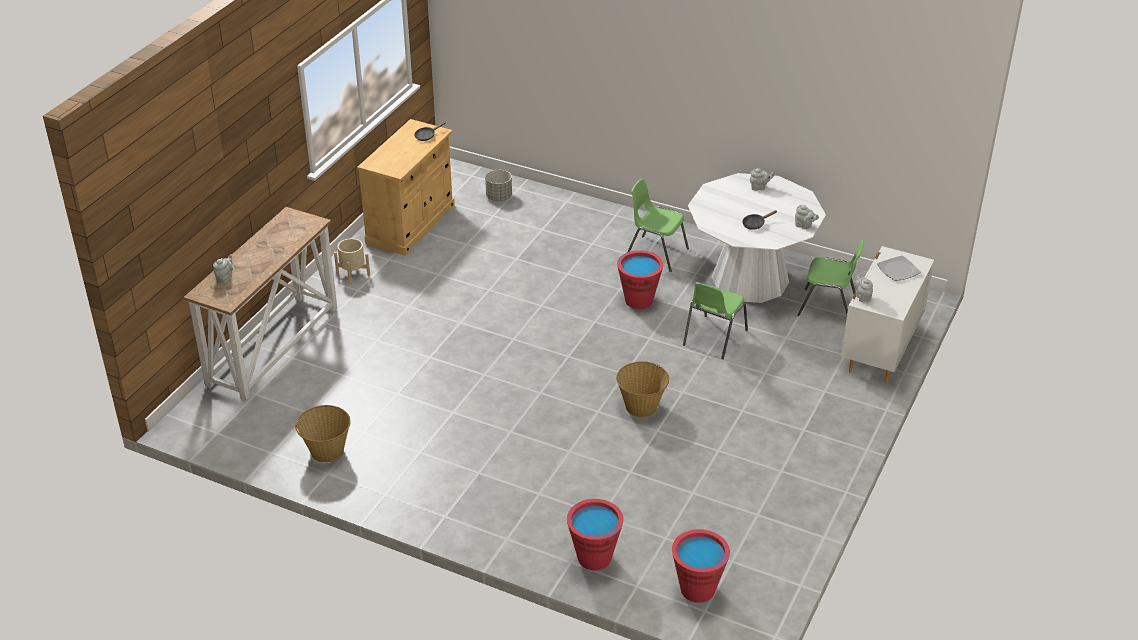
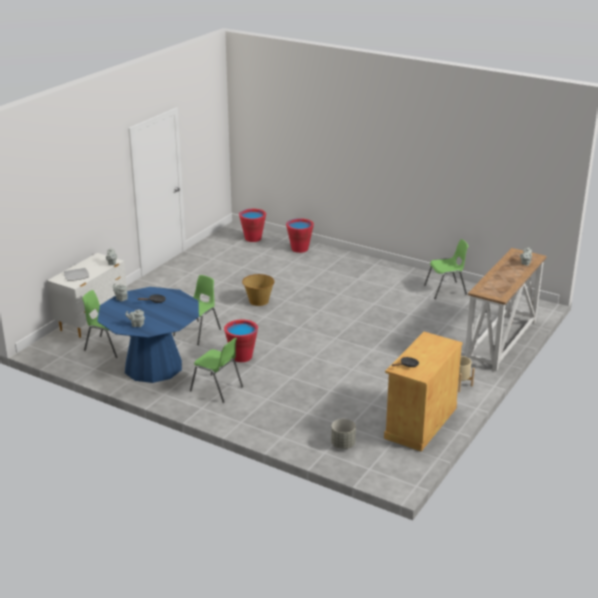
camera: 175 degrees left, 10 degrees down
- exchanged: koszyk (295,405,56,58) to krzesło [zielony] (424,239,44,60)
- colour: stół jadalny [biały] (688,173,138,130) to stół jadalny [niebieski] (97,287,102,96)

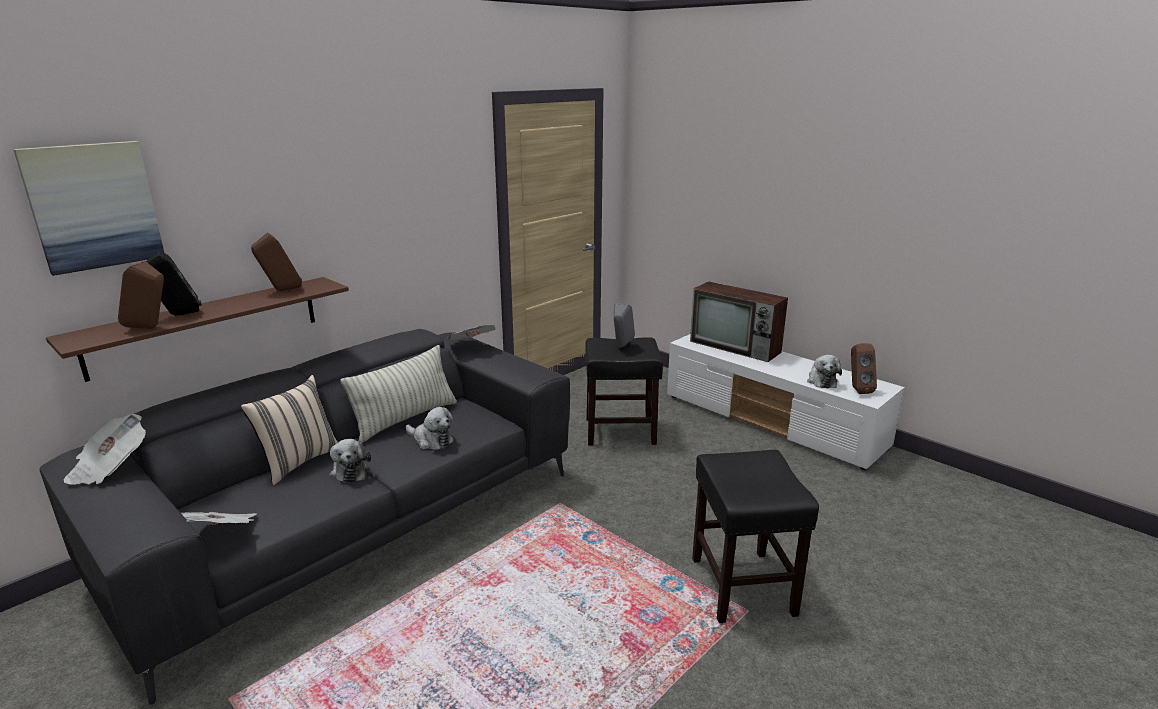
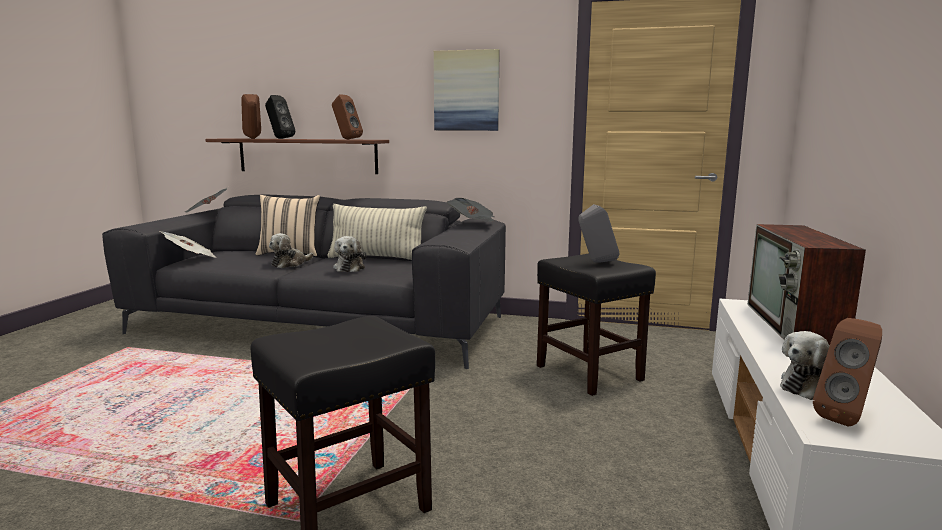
camera: 60 degrees right, 10 degrees down
- relocated: obraz (13,141,151,135) to (434,49,66,82)

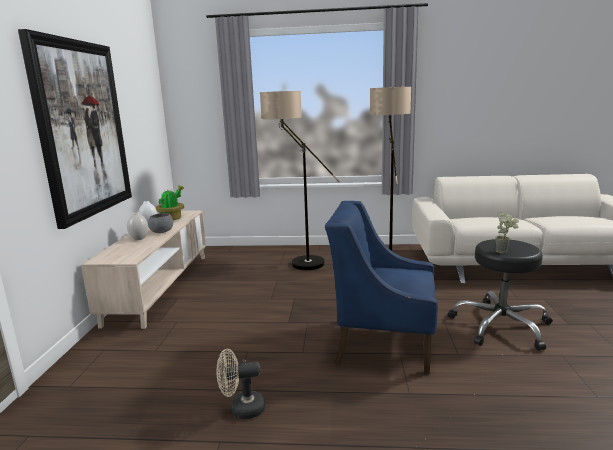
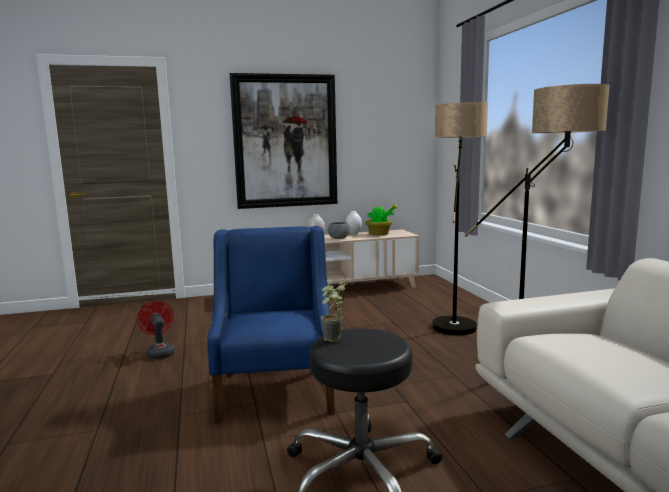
camera: 70 degrees right, 5 degrees down
- colour: wentylator [beżowy] (216,349,49,70) to wentylator [czerwony] (137,301,38,58)

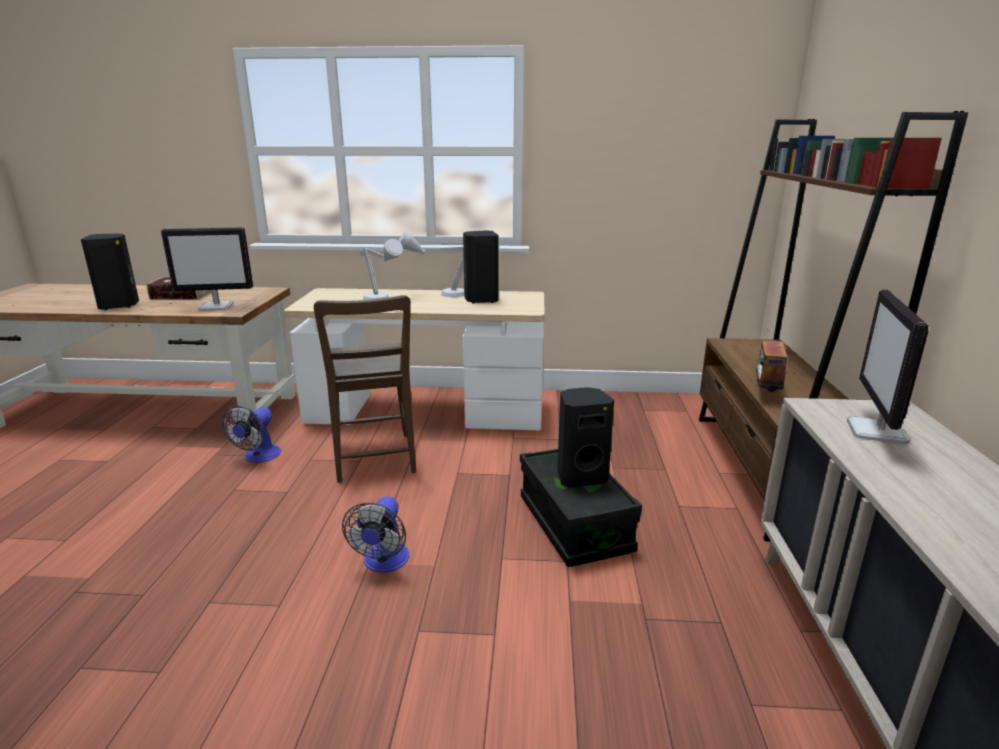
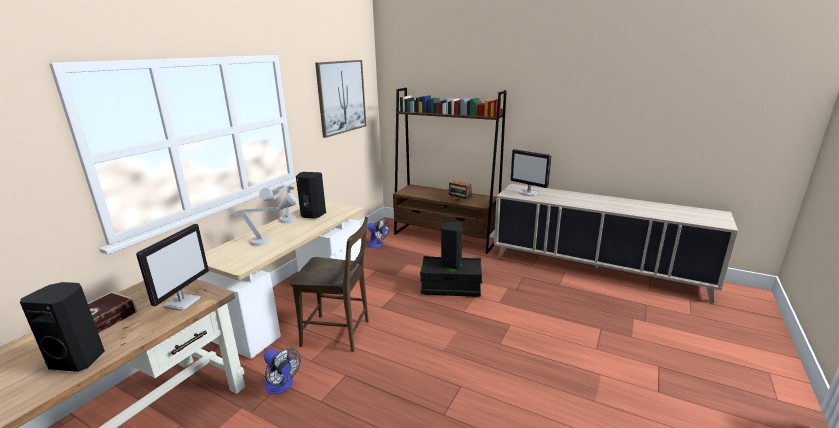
camera: 65 degrees left, 0 degrees up
- relocated: wentylator (342,496,67,77) to (367,219,22,29)
- appeared: obraz (315,60,51,78)

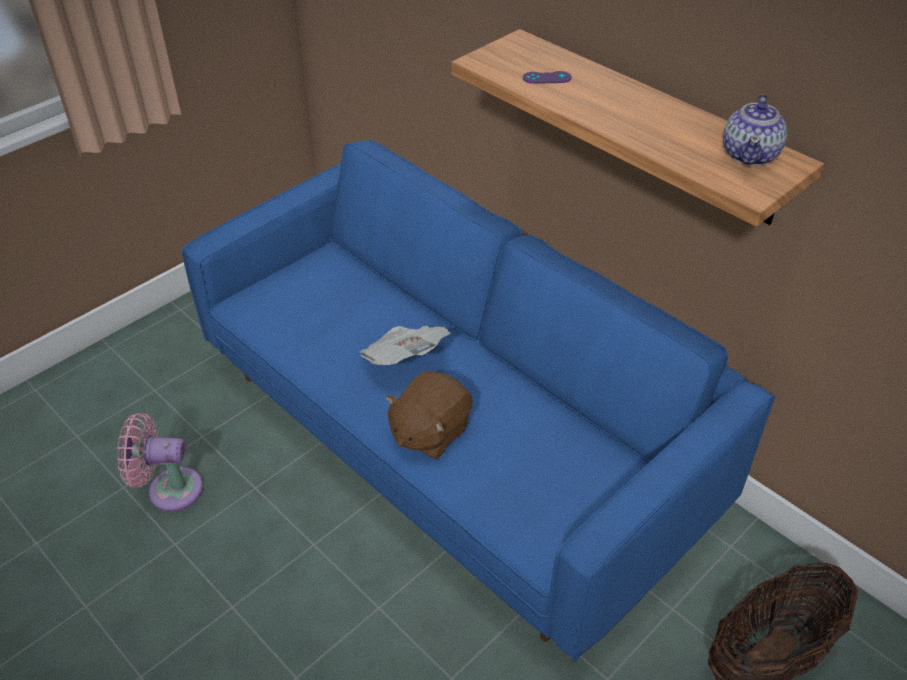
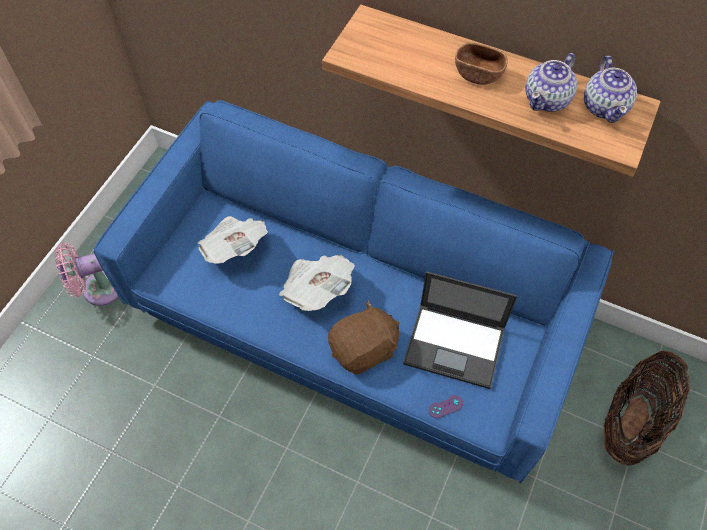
camera: 20 degrees left, 15 degrees up
- relocated: wentylator [różowy] (117,413,86,99) to (55,243,63,63)
- spun: pluszak [brązowy] (385,371,88,88) = (328,300,71,74) 135 degrees counterclockwise
- relocated: pad do gier [fioletowy] (523,71,48,13) to (429,395,34,23)
- appeared: gazeta (197,216,71,48)
- appeared: laptop (403,271,114,118)
- appeared: miska [brązowy] (455,42,53,43)
- appeared: imbryk (525,53,52,59)

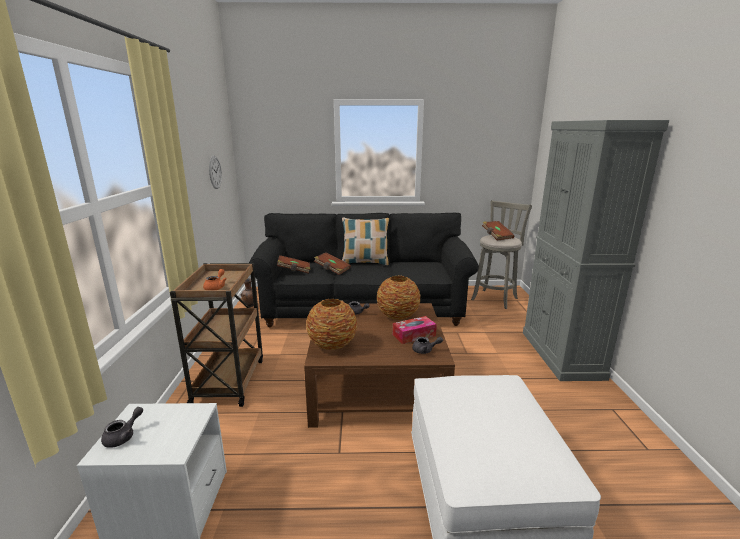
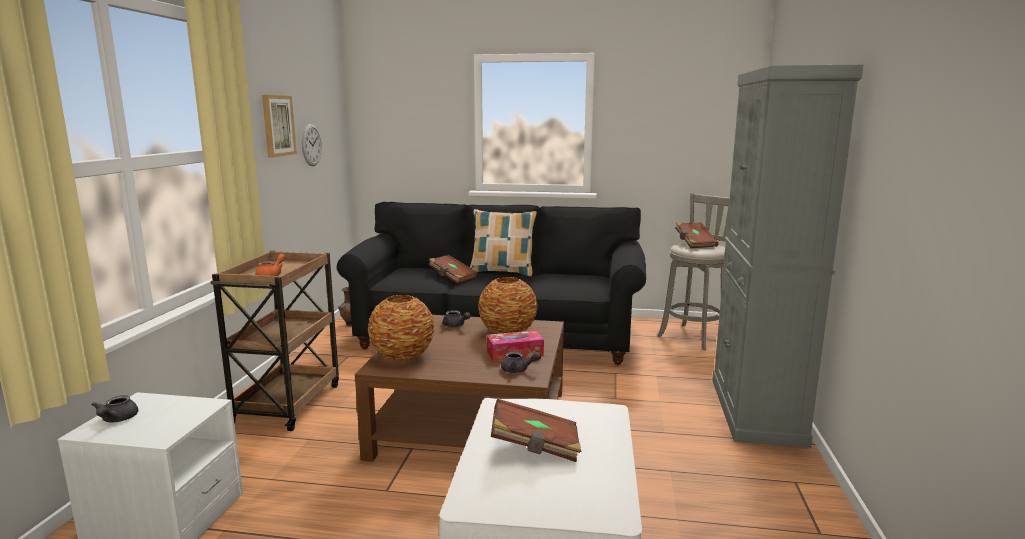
camera: 10 degrees right, 5 degrees down
- spun: imbryk [szary] (101,407,42,41) = (91,395,47,27) 135 degrees clockwise
- relocated: książka [brązowy] (277,255,33,19) to (491,399,90,63)
- appeared: obraz (262,95,35,62)

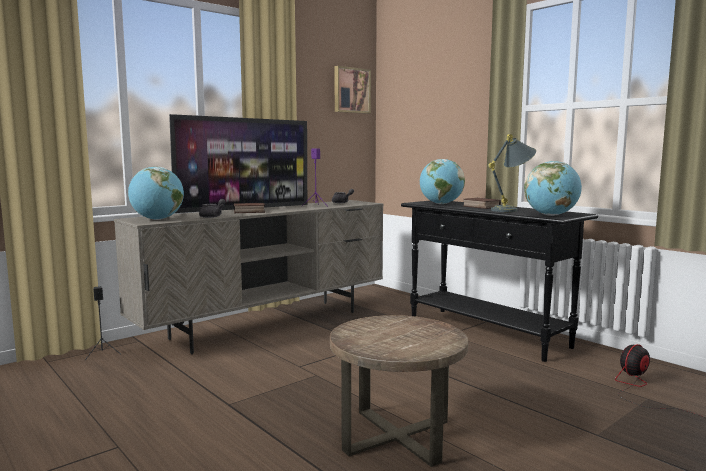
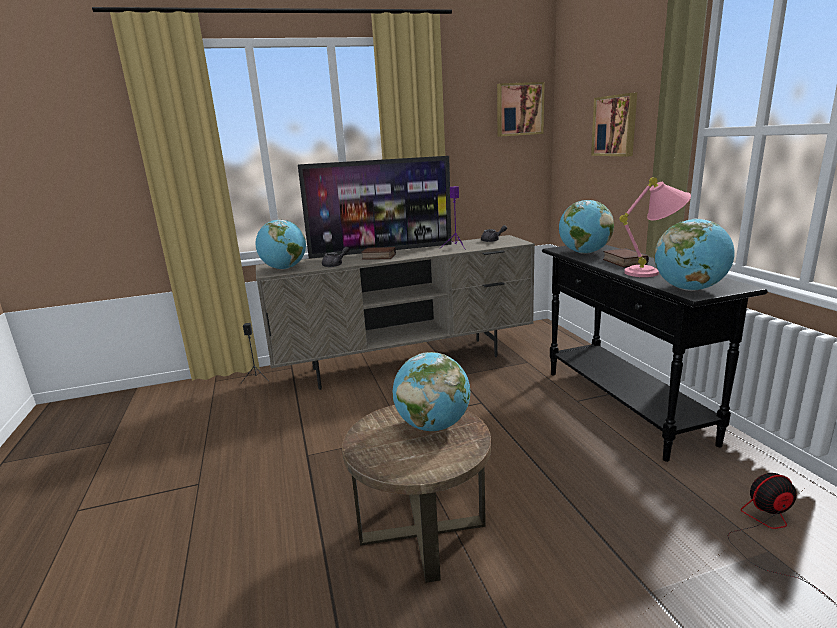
camera: 25 degrees right, 10 degrees up
- colour: lampa stołowa [szary] (489,134,47,78) to lampa stołowa [różowy] (619,177,72,100)
- appeared: globus (393,352,78,79)
- appeared: obraz (591,93,46,64)

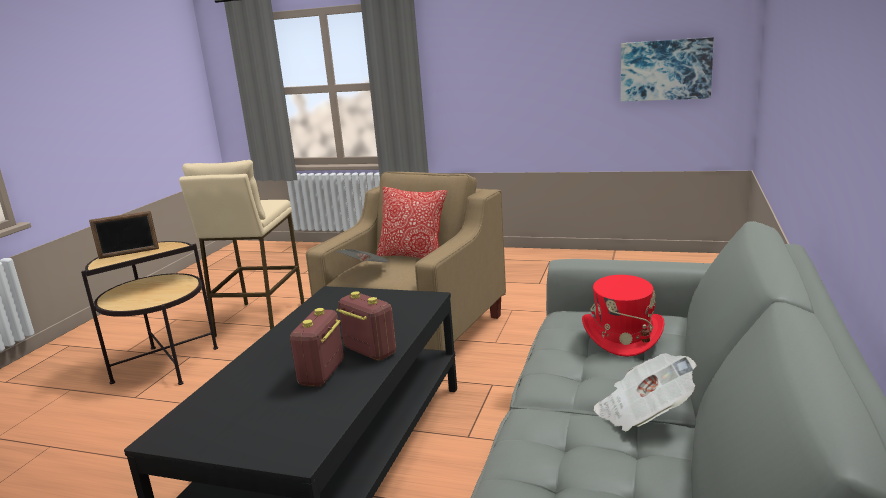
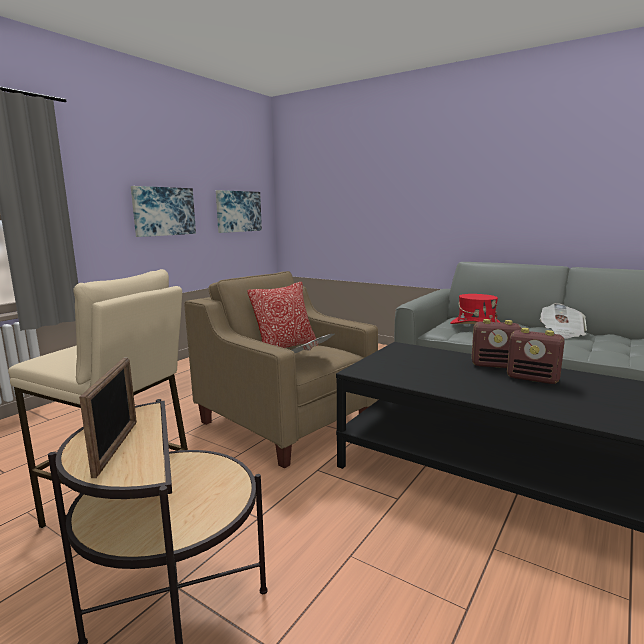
camera: 75 degrees left, 5 degrees down
- spun: radio (336,291,60,70) = (472,319,49,49) 135 degrees counterclockwise
- appeared: obraz (131,186,65,51)

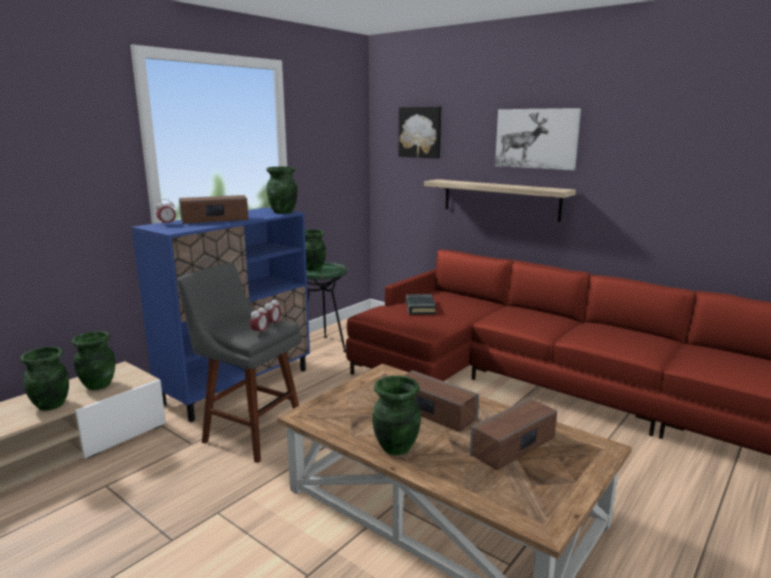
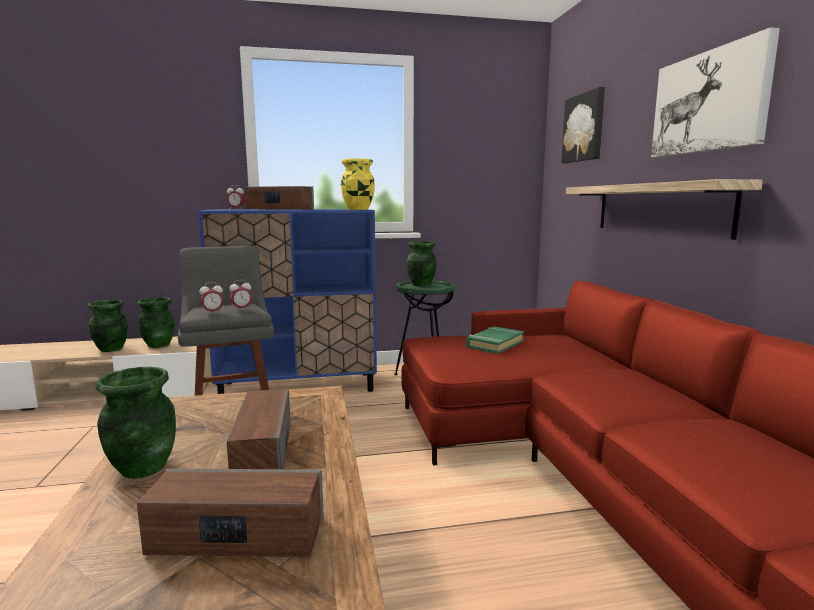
camera: 40 degrees right, 5 degrees down
- colour: wazon [zielony] (266,167,32,47) to wazon [żółty] (341,158,34,52)
- colour: książka [czarny] (406,294,30,21) to książka [zielony] (466,326,58,28)

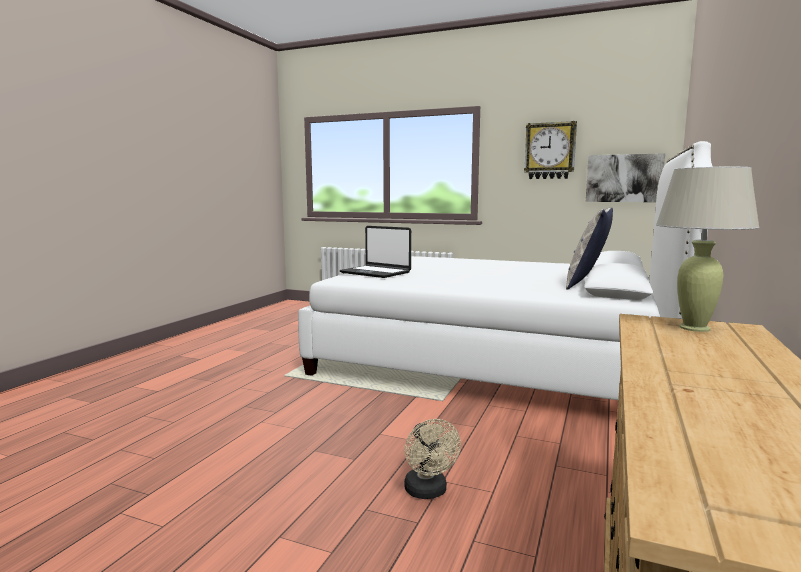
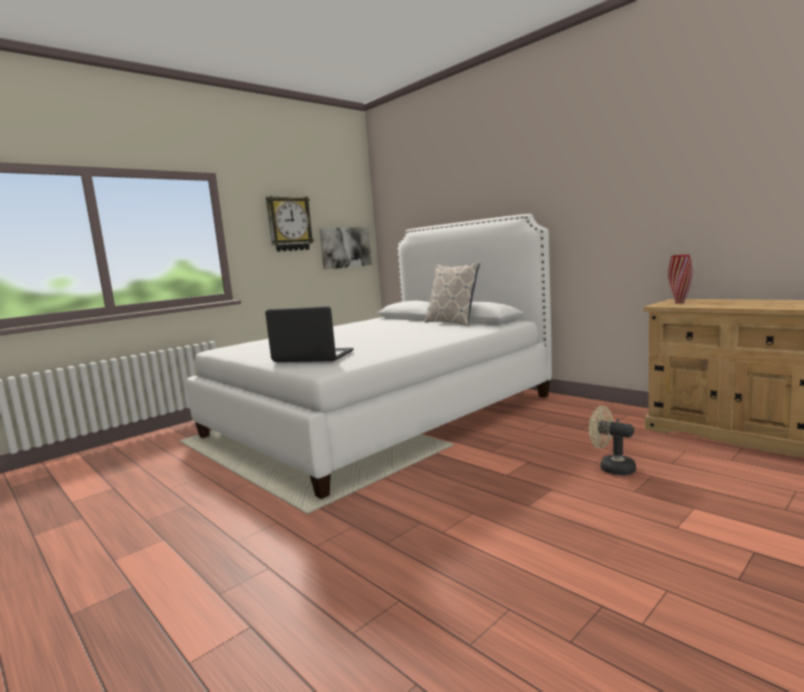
camera: 65 degrees left, 0 degrees up
- spun: laptop (340,226,71,52) = (265,306,89,56) 135 degrees counterclockwise
- spun: wentylator [beżowy] (404,419,57,80) = (589,406,47,70) 150 degrees counterclockwise
- exchanged: lampa stołowa [beżowy] (656,167,104,165) to wazon [czerwony] (668,254,25,49)

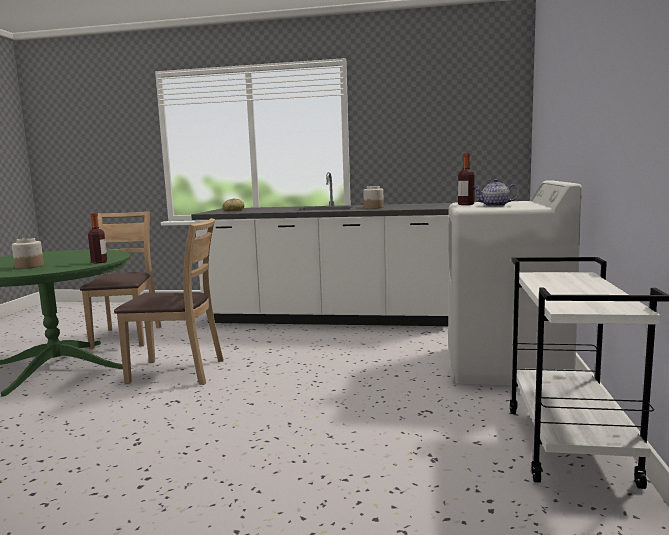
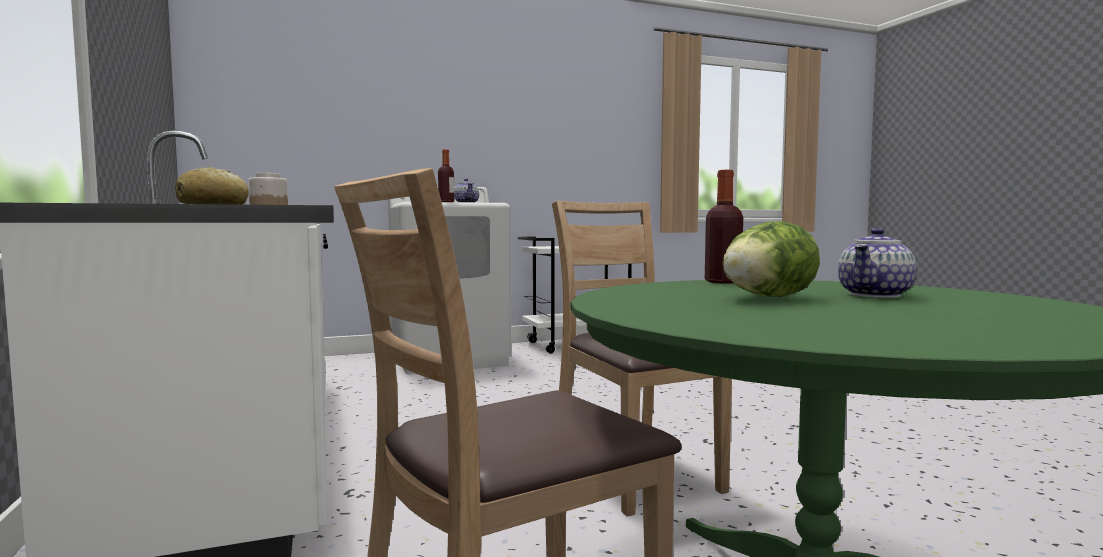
camera: 120 degrees left, 5 degrees down
- exchanged: słoik (12,238,32,31) to imbryk (838,228,78,70)
- appeared: sałata (723,221,97,76)

